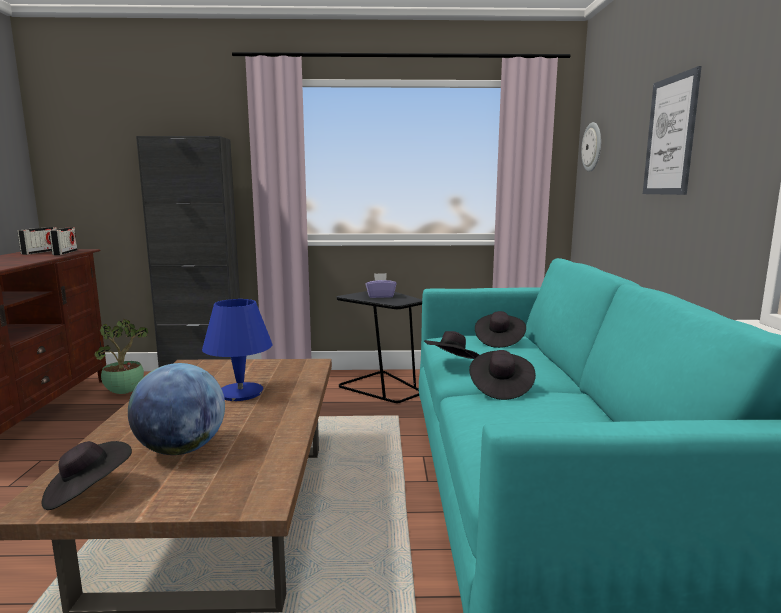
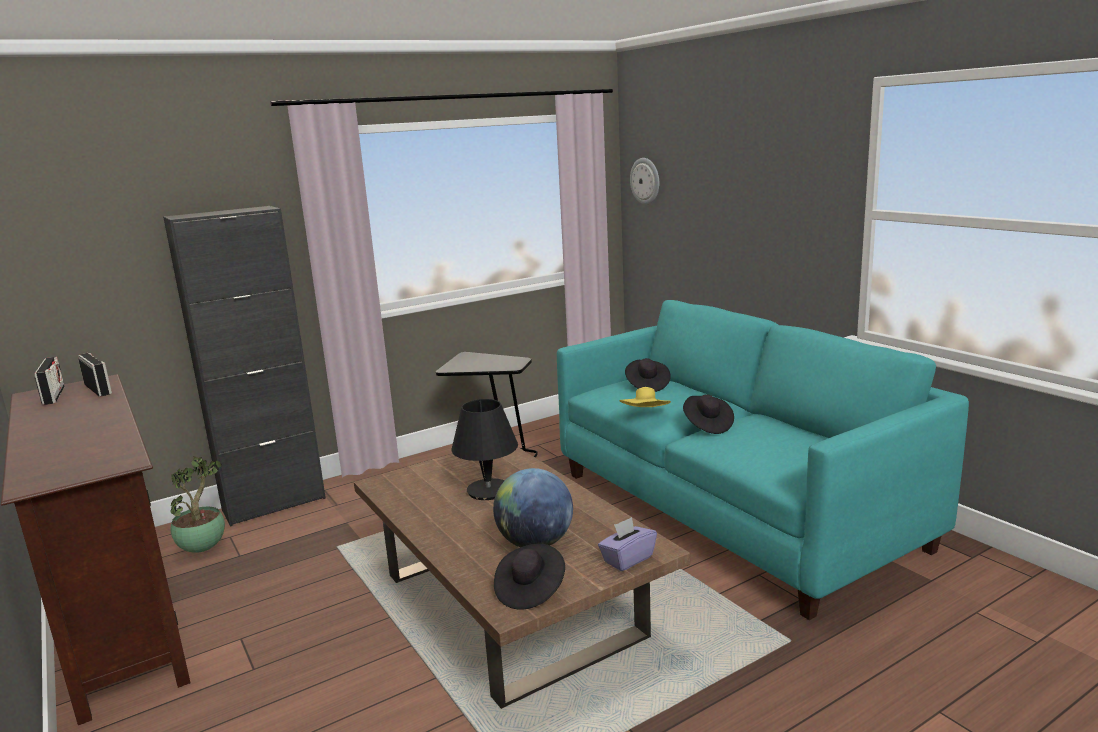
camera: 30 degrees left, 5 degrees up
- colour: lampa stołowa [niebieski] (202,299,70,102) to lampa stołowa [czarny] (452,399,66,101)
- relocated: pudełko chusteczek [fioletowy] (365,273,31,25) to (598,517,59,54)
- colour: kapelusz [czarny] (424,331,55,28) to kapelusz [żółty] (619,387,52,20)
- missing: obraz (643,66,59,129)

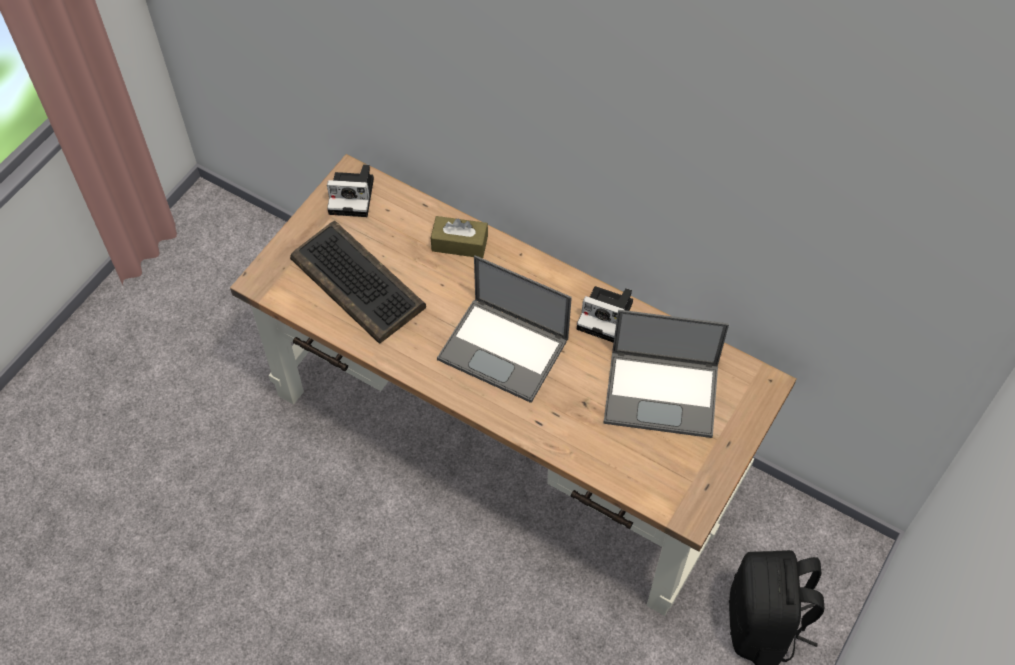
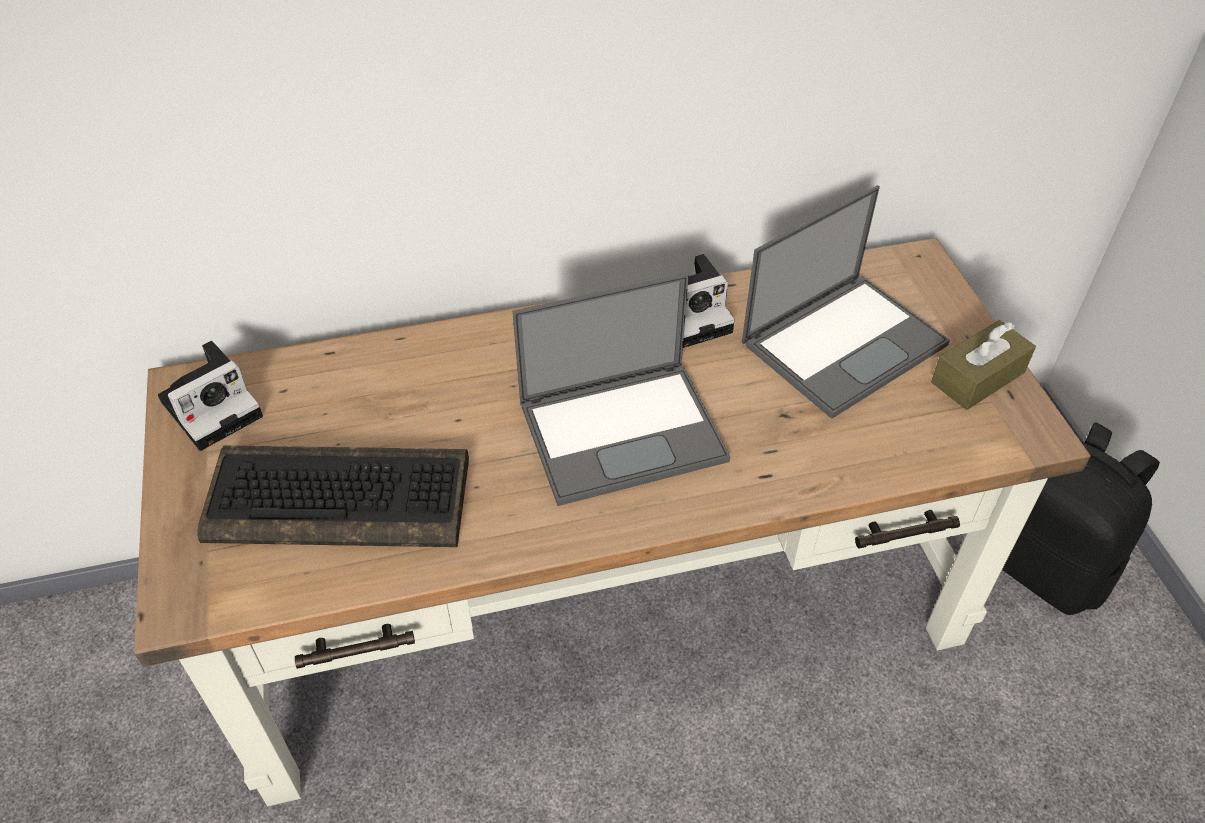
camera: 45 degrees left, 10 degrees down
- relocated: pudełko chusteczek [brązowy] (431,216,57,42) to (931,320,105,90)

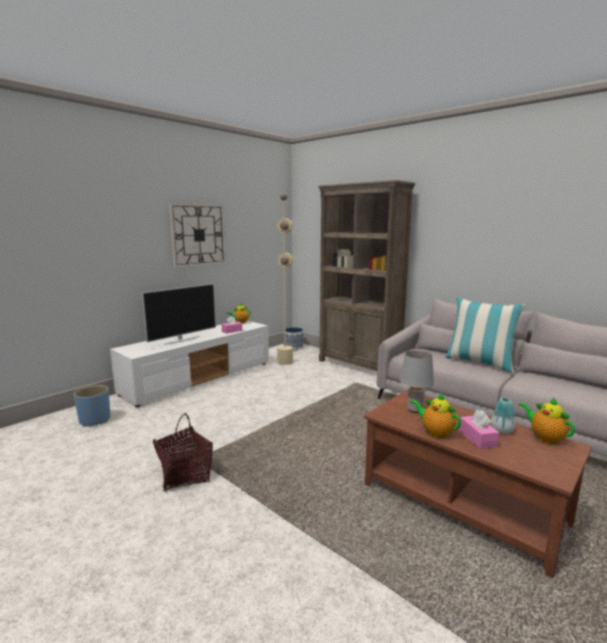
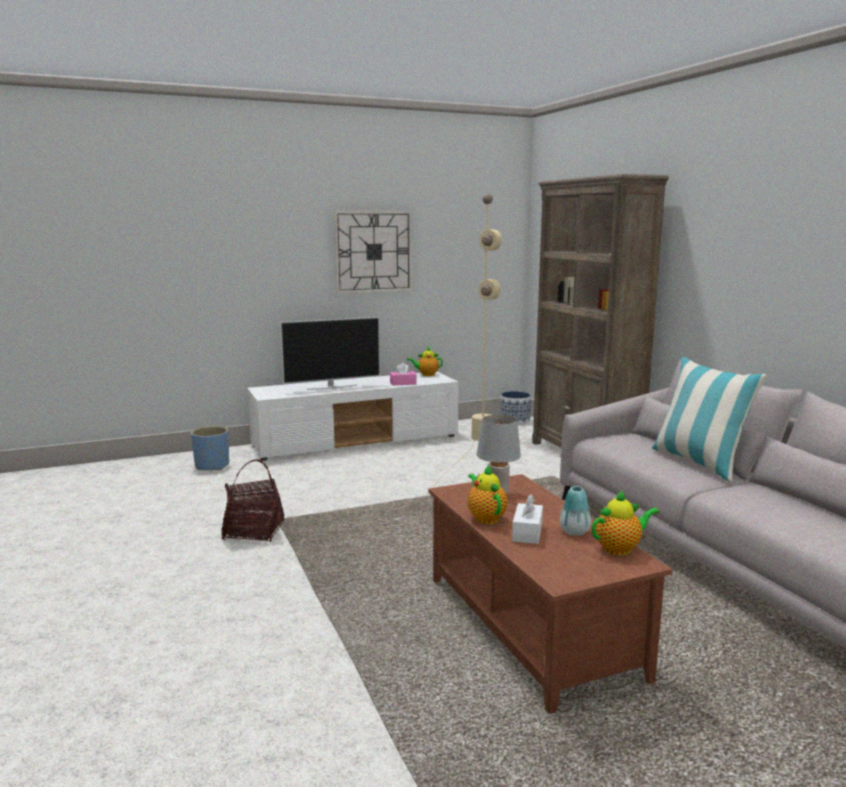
camera: 25 degrees right, 0 degrees up
- colour: pudełko chusteczek [różowy] (459,410,40,39) to pudełko chusteczek [biały] (512,494,31,50)
- spun: imbryk (519,397,56,47) = (591,491,68,64) 75 degrees clockwise

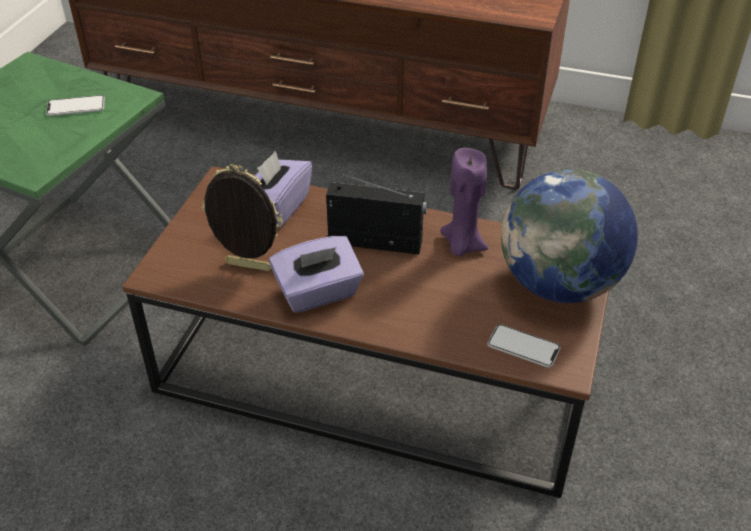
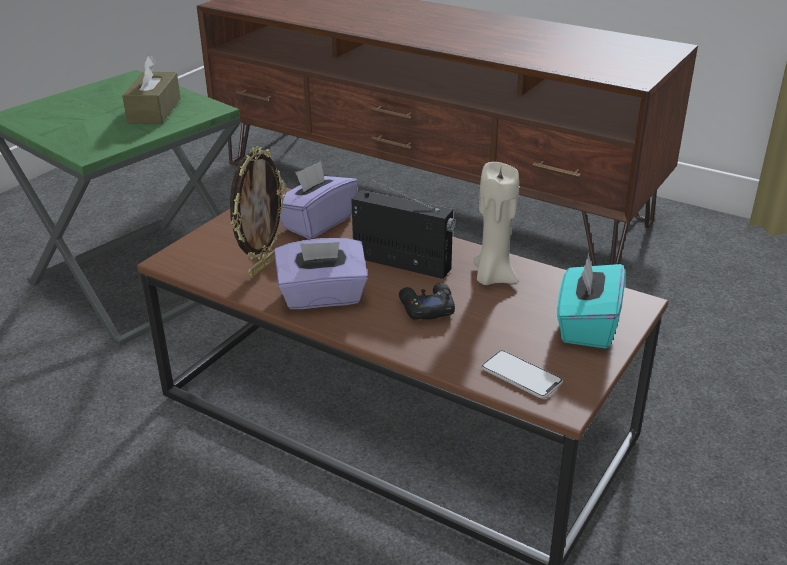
camera: 15 degrees right, 10 degrees down
- exchanged: telefon (46,95,59,21) to pudełko chusteczek [brązowy] (122,55,59,69)
- spun: ramka na zdjęcie (202,164,81,107) = (230,146,56,132) 90 degrees clockwise
- colour: świeca [fioletowy] (440,148,48,108) to świeca [beżowy] (473,162,46,123)
- exchanged: globus (501,169,137,134) to pudełko chusteczek [turkusowy] (557,253,68,96)
- appeared: pad do gier [czarny] (399,283,56,37)

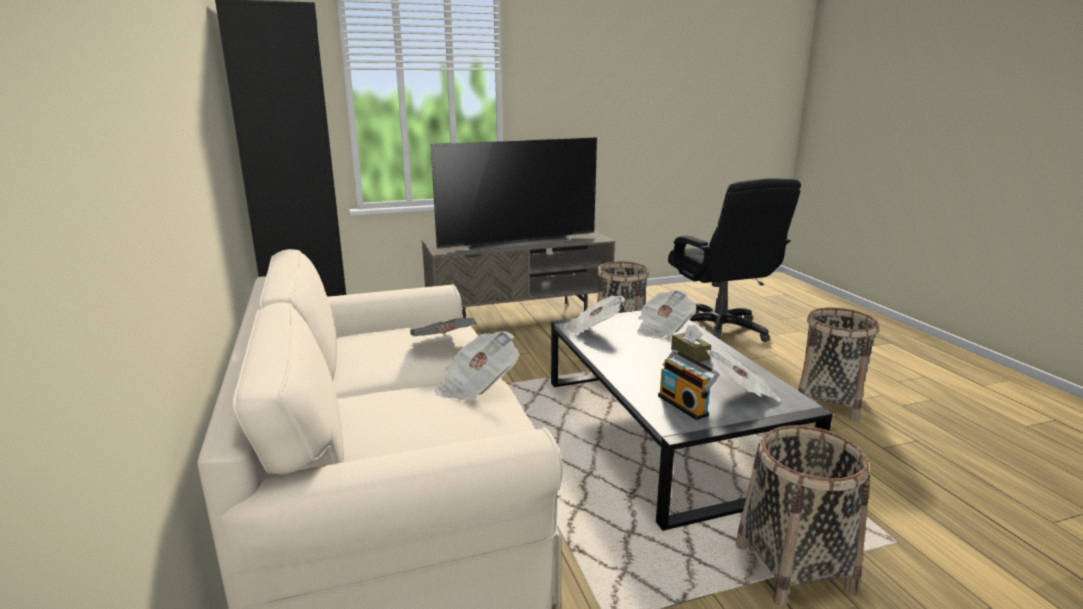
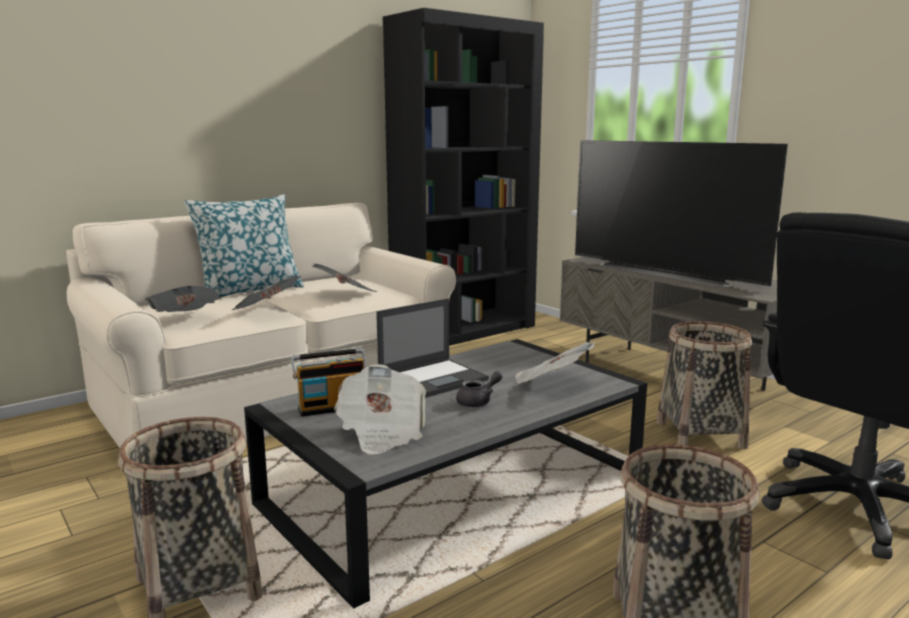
camera: 70 degrees right, 5 degrees down
- relocated: gazeta (563,296,62,39) to (145,286,76,26)
- spun: radio (658,349,61,71) = (291,348,77,69) 150 degrees counterclockwise
- exchanged: pudełko chusteczek [brązowy] (671,325,40,38) to imbryk [szary] (456,371,46,36)
- appeared: poduszka (184,194,120,103)
- appeared: laptop (376,298,113,100)

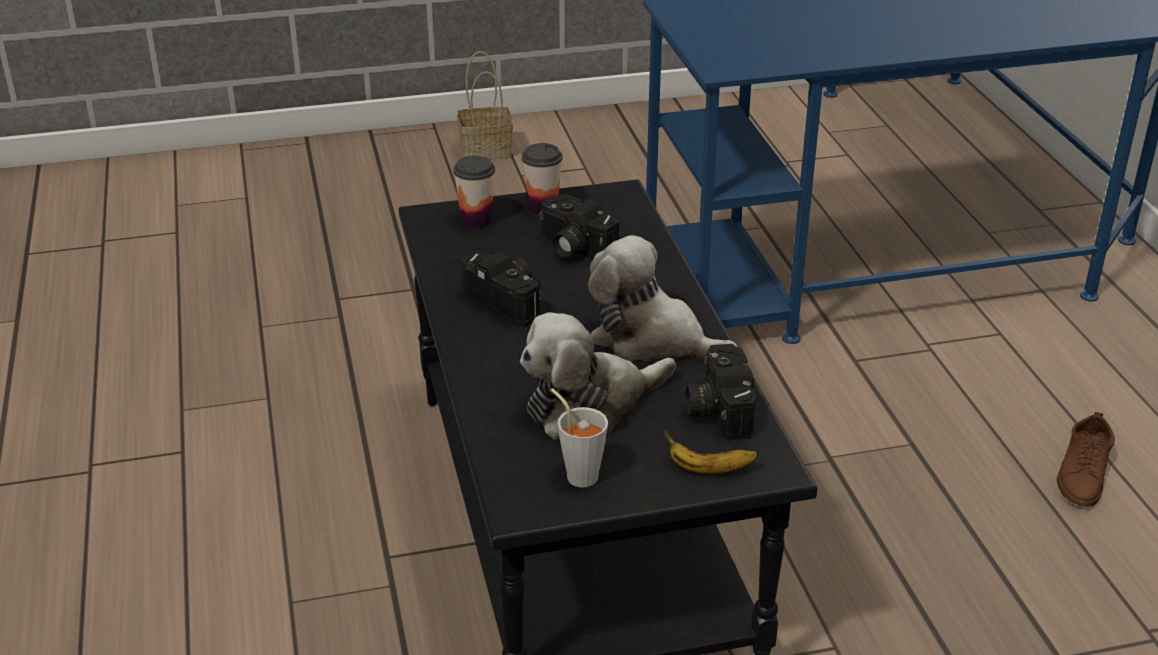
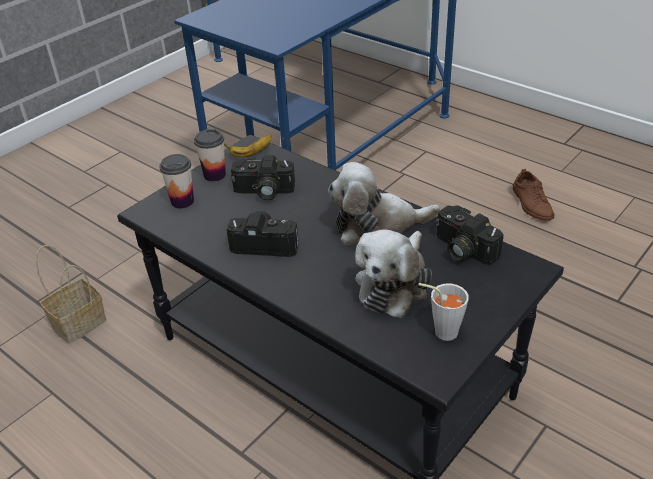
camera: 35 degrees left, 5 degrees up
- relocated: koszyk (457,51,56,109) to (36,245,70,98)
- relocated: banan (664,430,94,44) to (224,135,48,22)

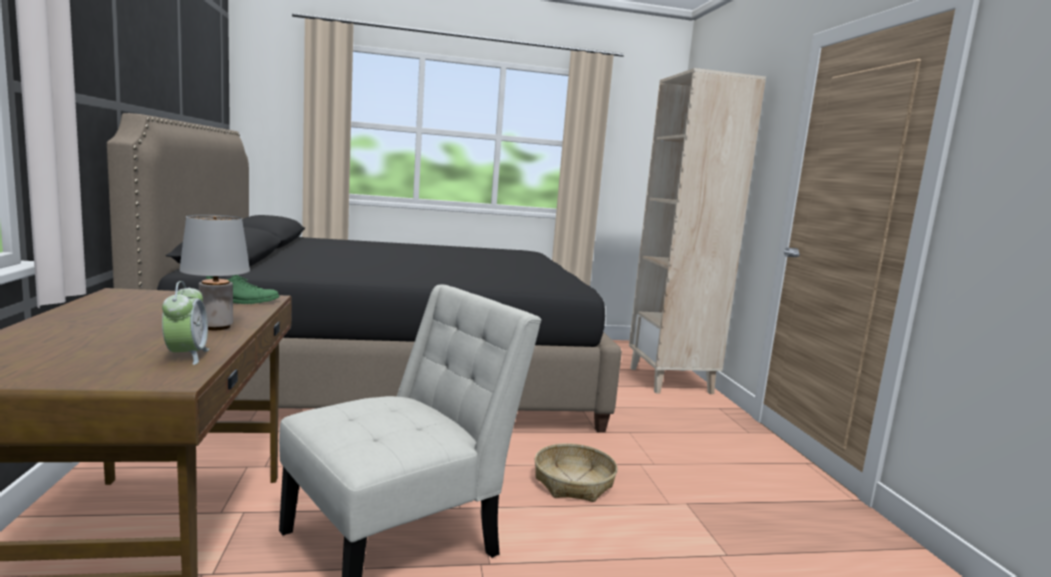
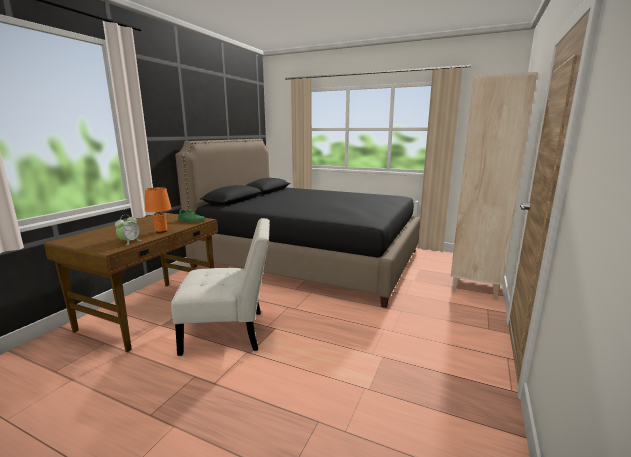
camera: 35 degrees right, 5 degrees up
- colour: lampa stołowa [szary] (180,215,70,115) to lampa stołowa [pomarańczowy] (145,187,27,46)
- missing: koszyk (535,443,82,59)

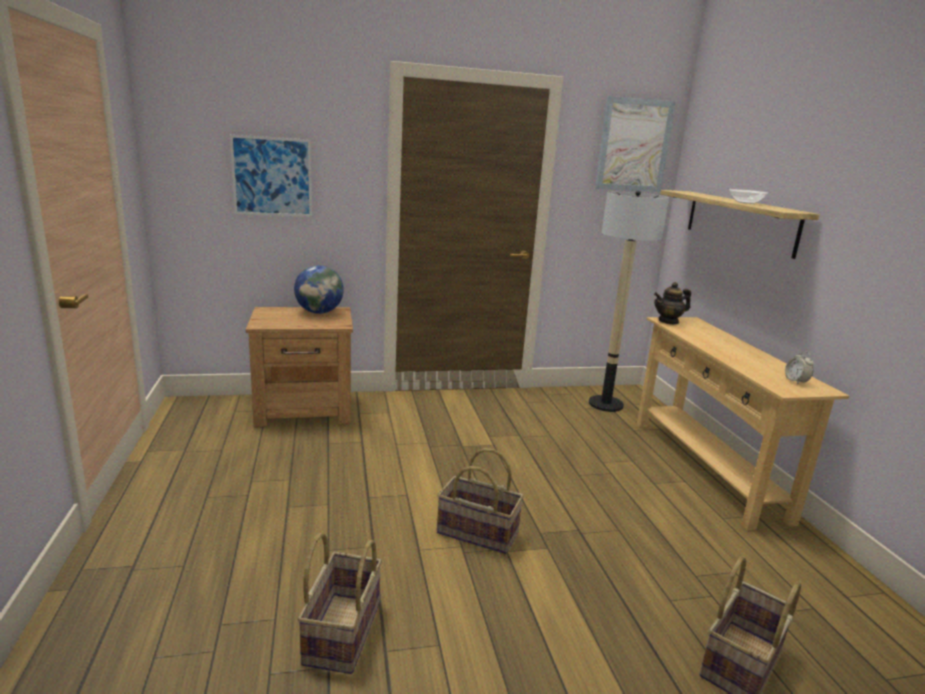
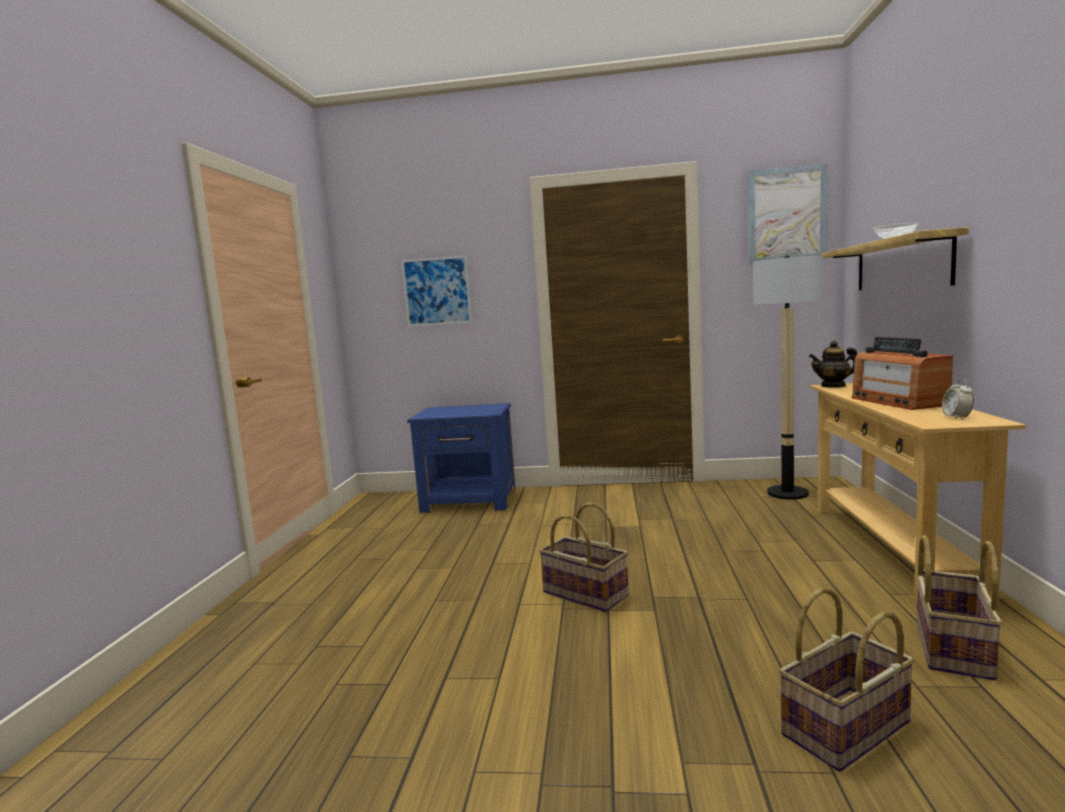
camera: 20 degrees right, 10 degrees down
- colour: szafka nocna [brązowy] (246,307,107,120) to szafka nocna [niebieski] (407,403,108,110)
- missing: globus (294,265,50,49)
- relocated: koszyk (297,533,85,141) to (916,535,87,145)
- appeared: radio (851,337,102,73)

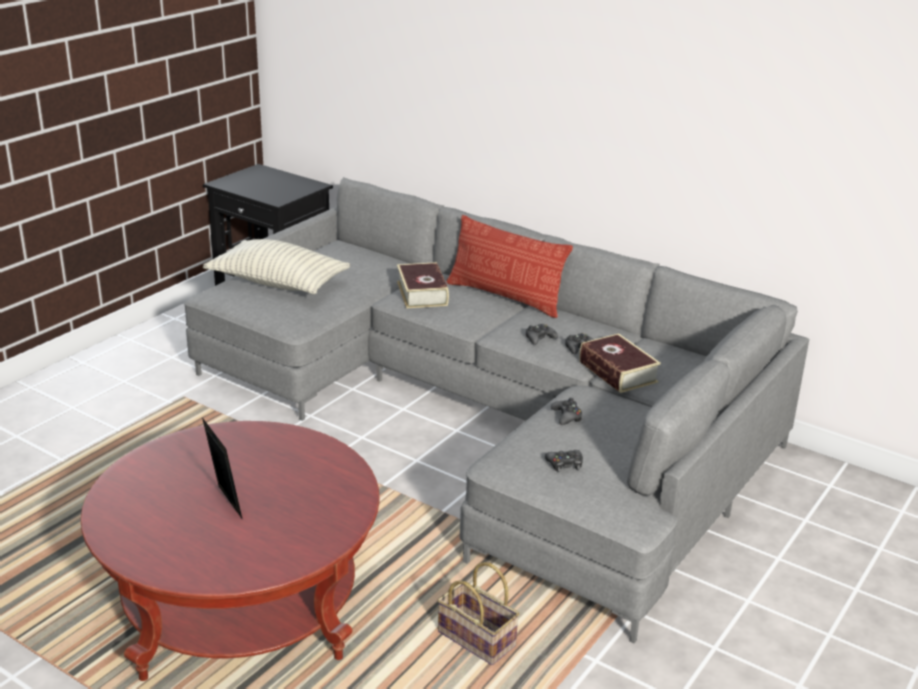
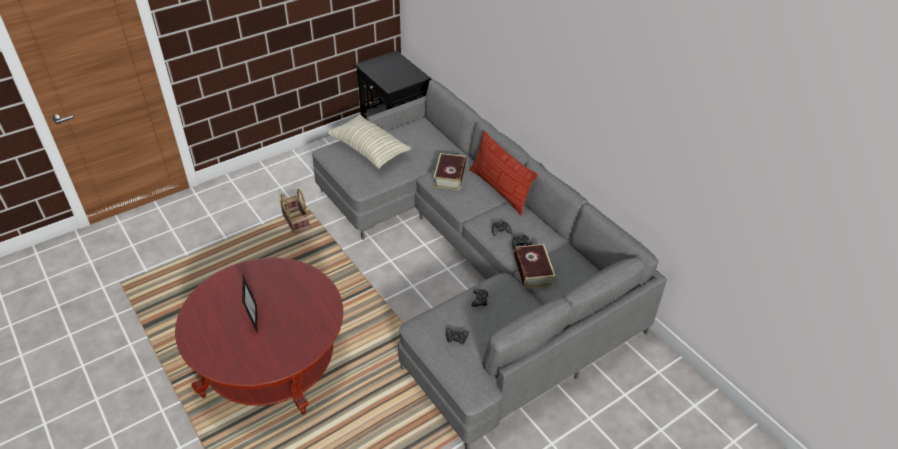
camera: 20 degrees right, 15 degrees up
- relocated: koszyk (438,562,81,103) to (280,189,30,44)

